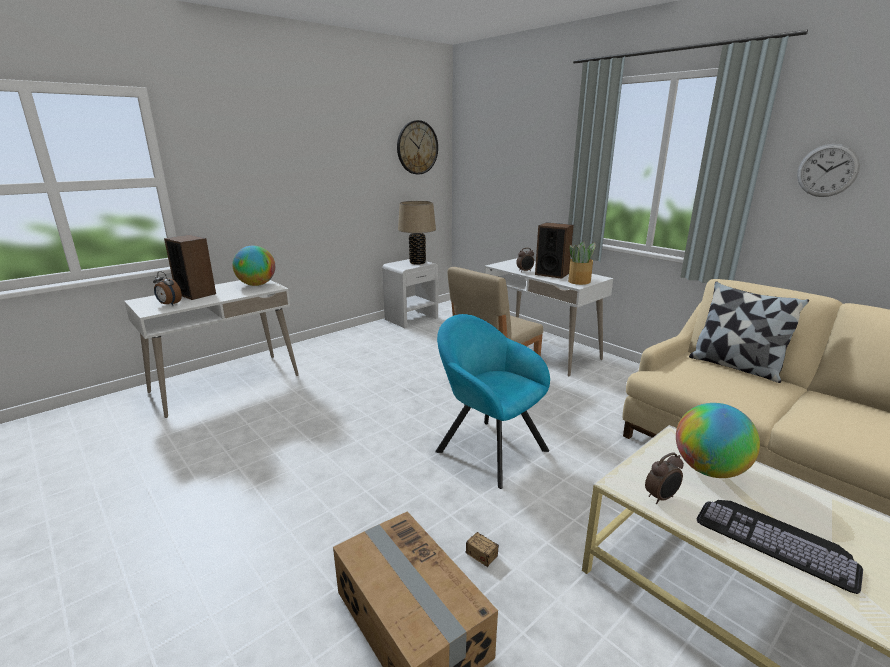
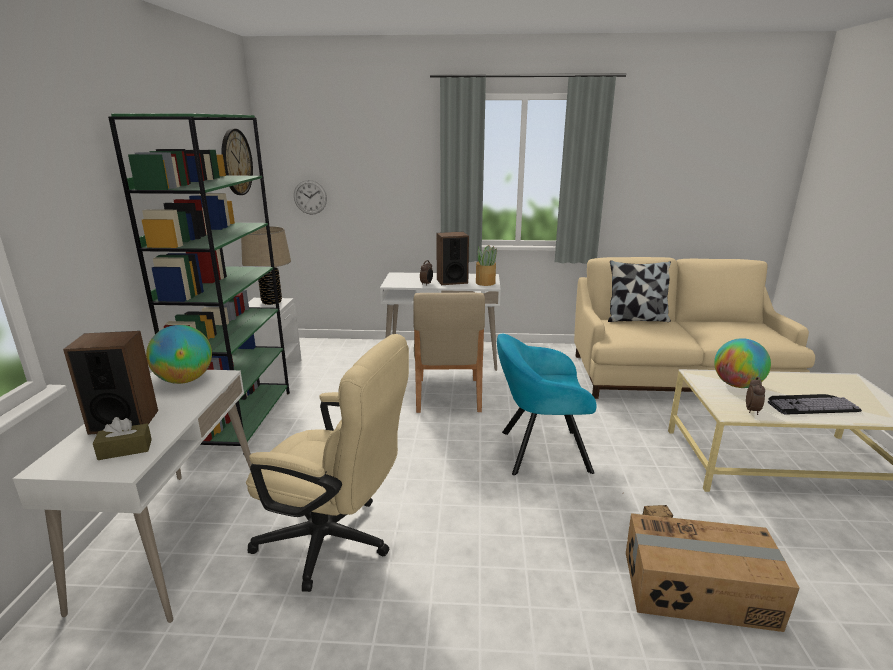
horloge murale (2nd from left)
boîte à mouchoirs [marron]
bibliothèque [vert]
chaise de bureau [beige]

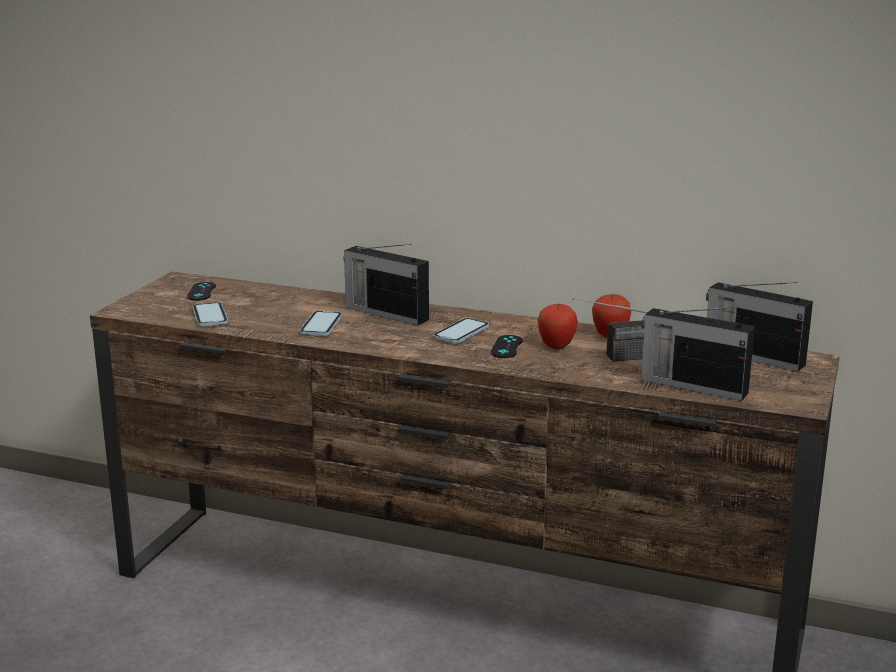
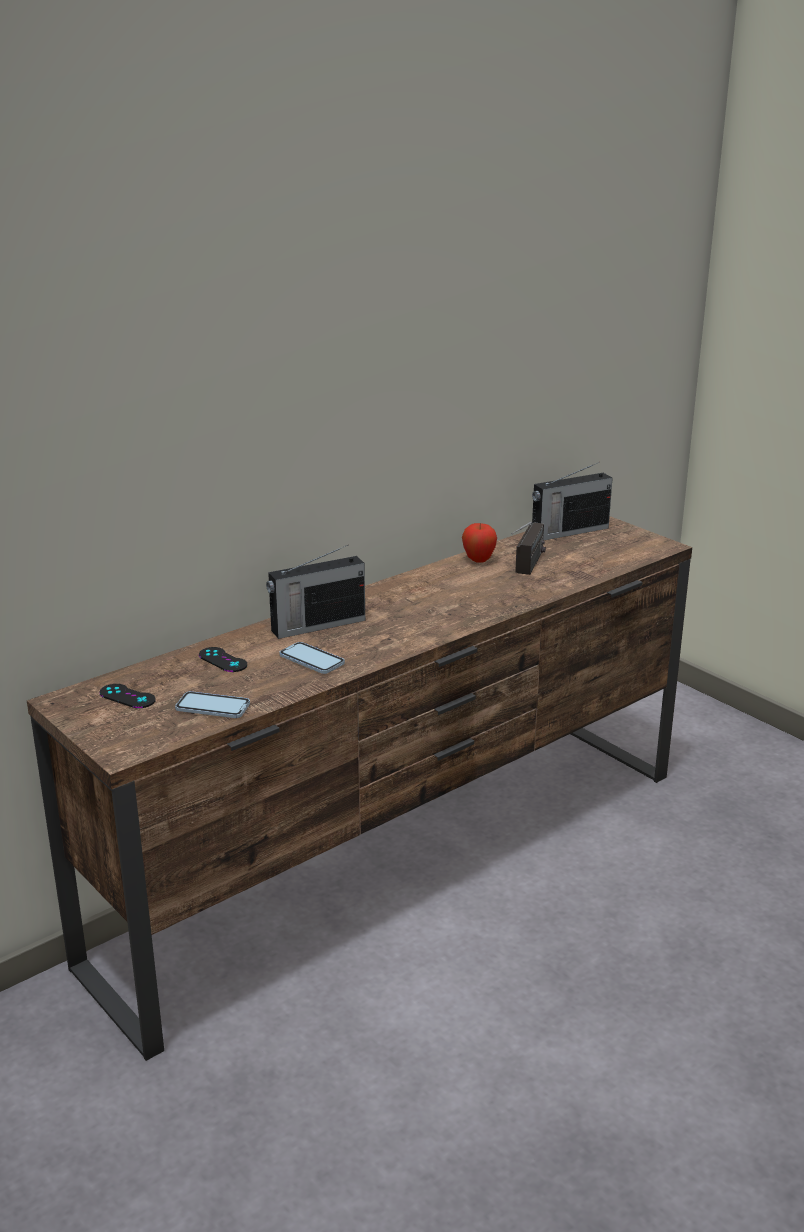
pomme (1st from left in the first image)
radio (3rd from left in the first image)
téléphone (3rd from left in the first image)
manette [noir] (2nd from left)

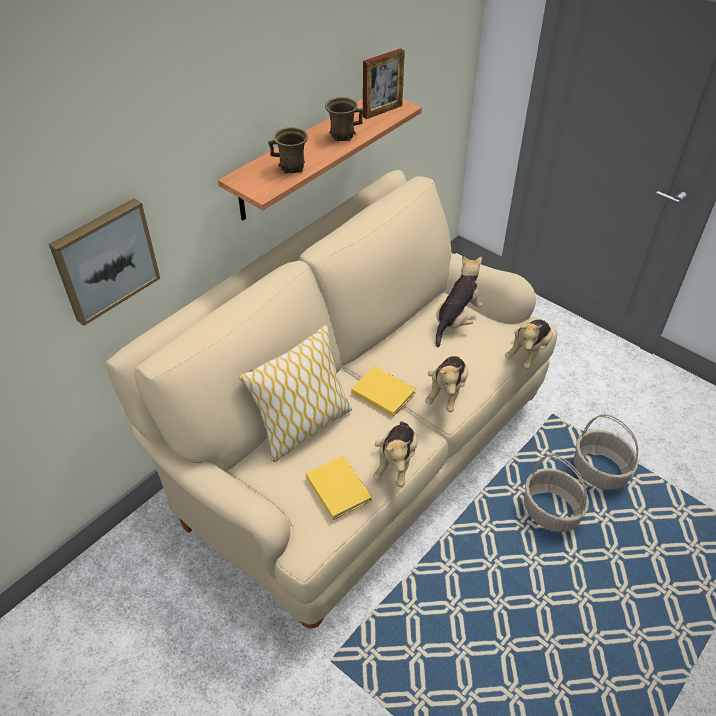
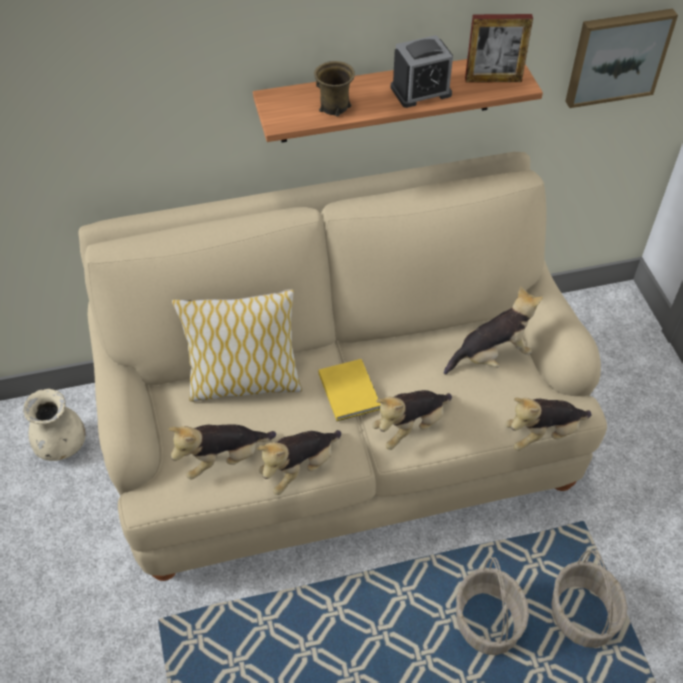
réveil
tableau
peluche (1st from left)
vase [beige]

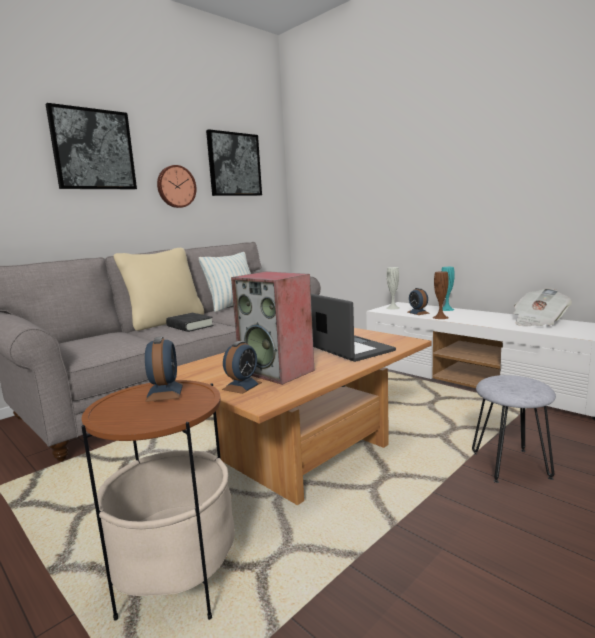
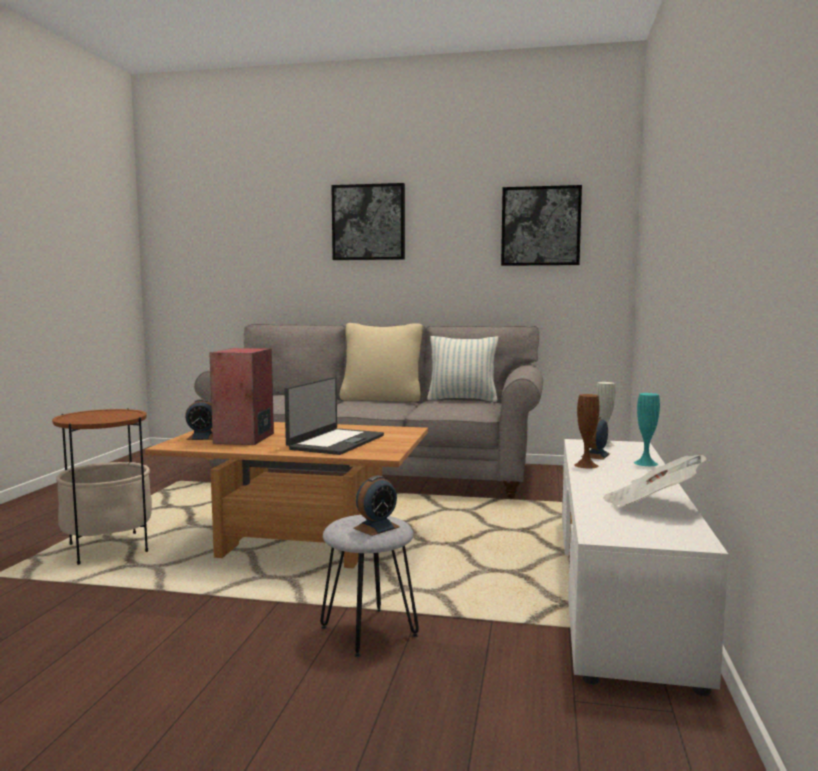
horloge murale
livre [noir]
réveil (2nd from left)

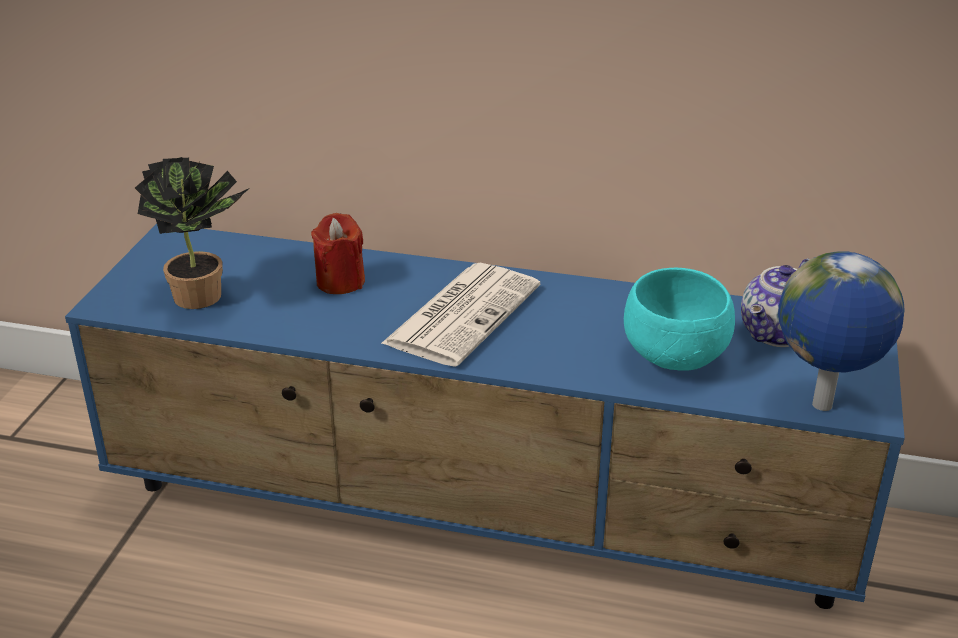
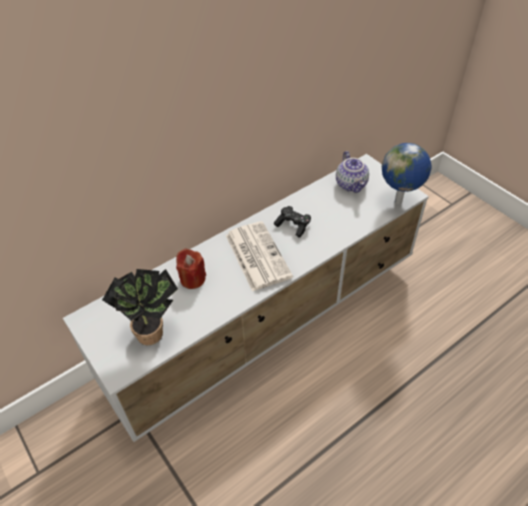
meuble télé [blanc]
bol [turquoise]
manette [noir]

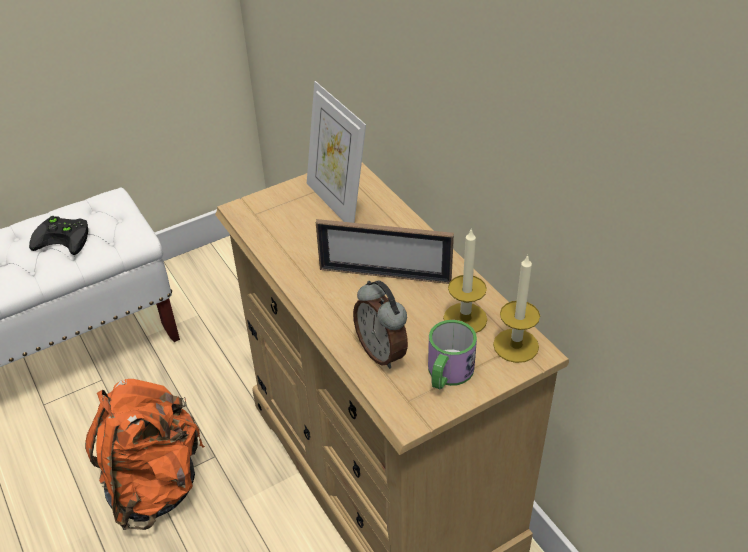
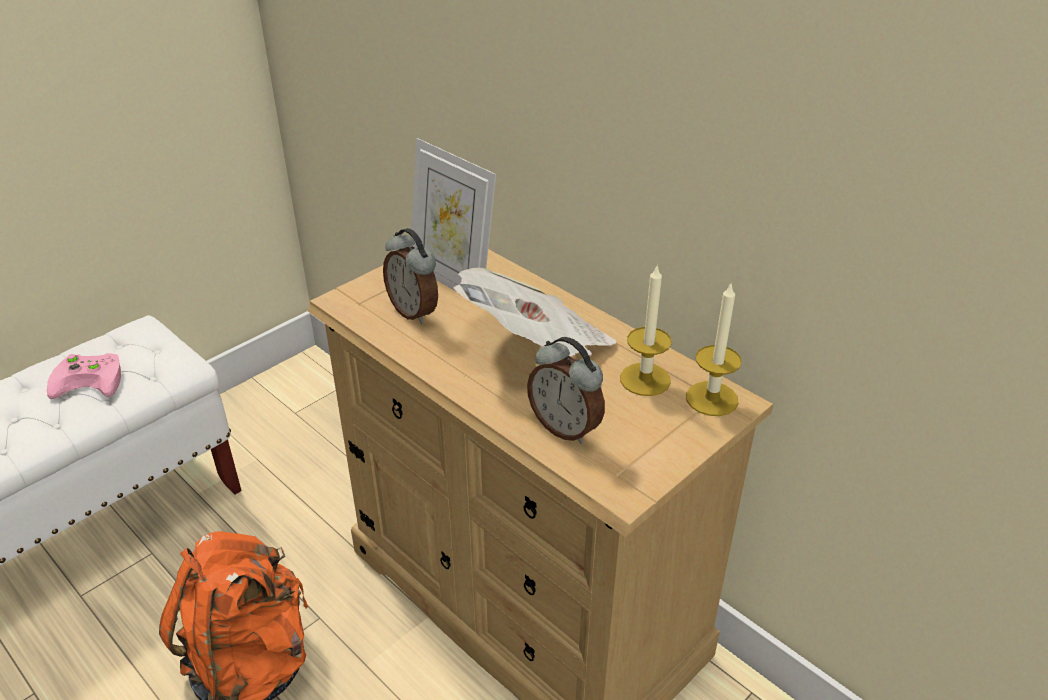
manette [rose]
journal
mug
réveil (1st from left)

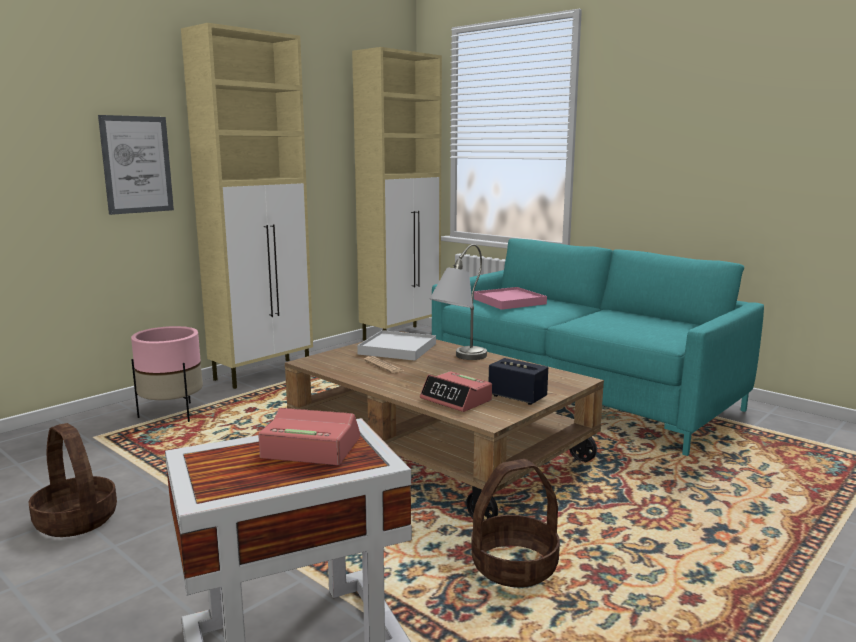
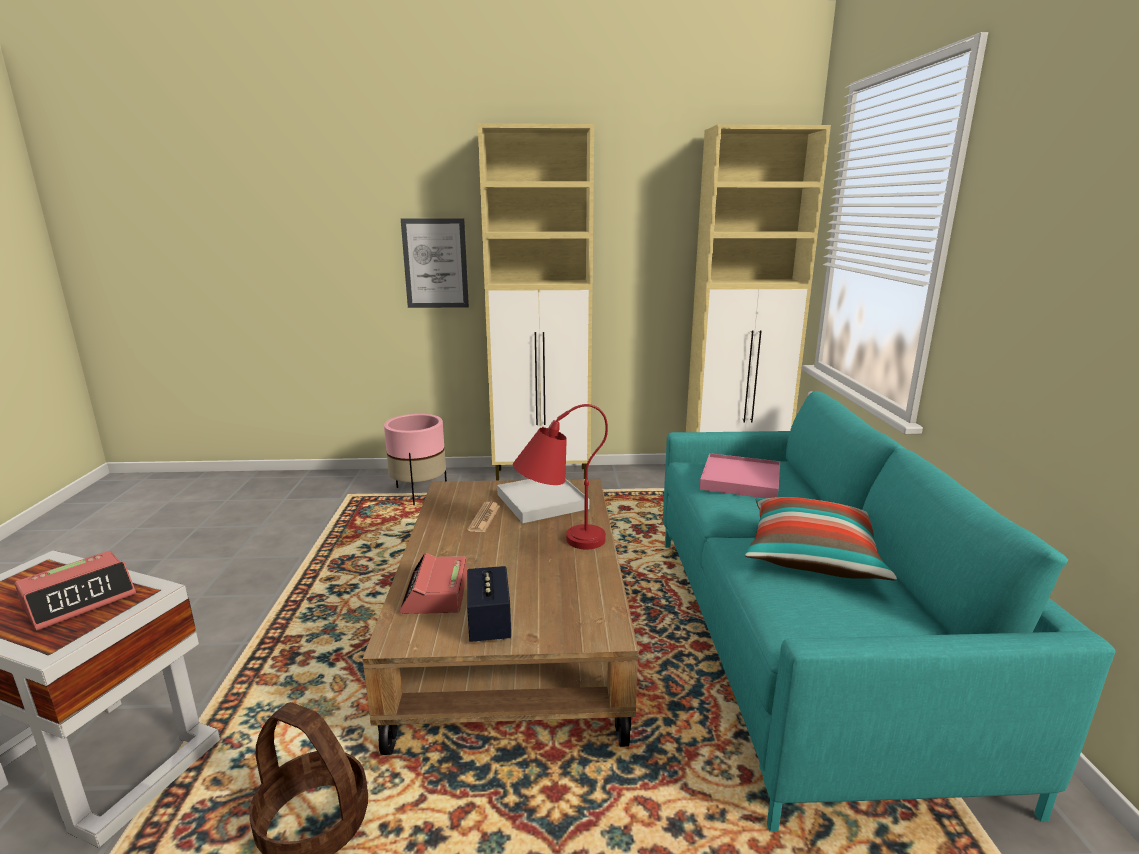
lampe de table [rouge]
réveil (1st from left)
panier (1st from left in the first image)
coussin

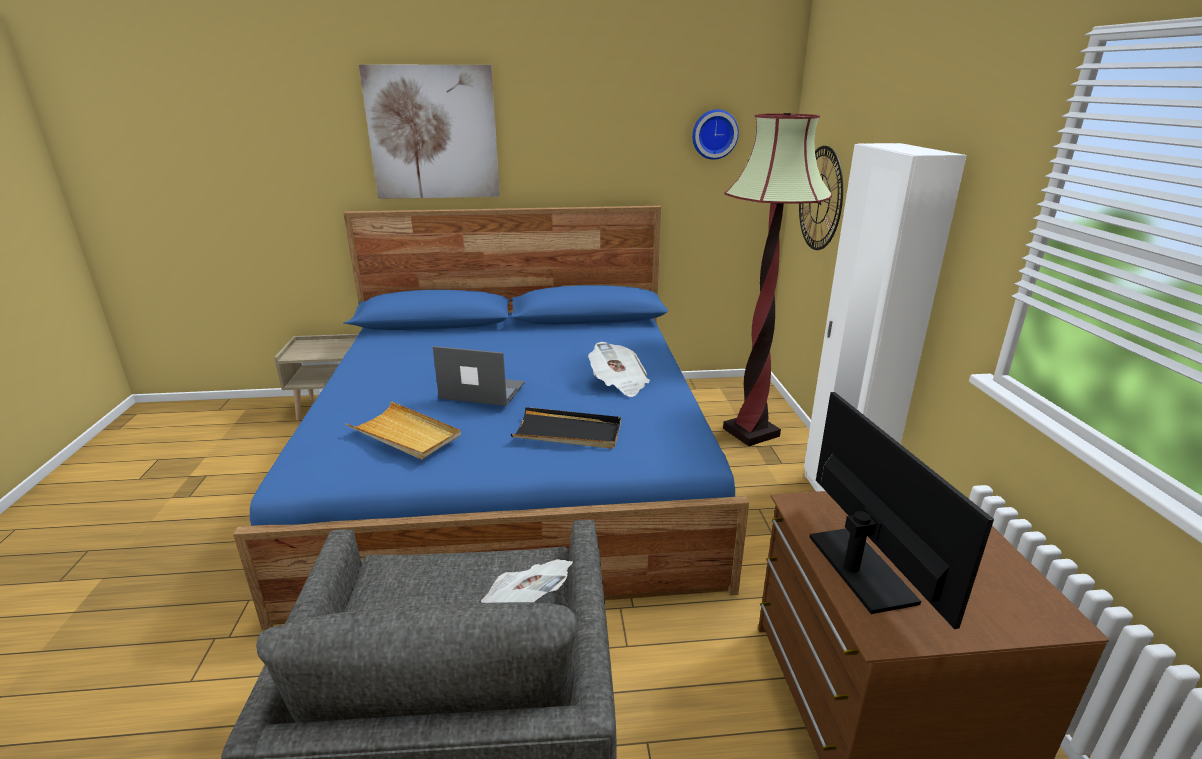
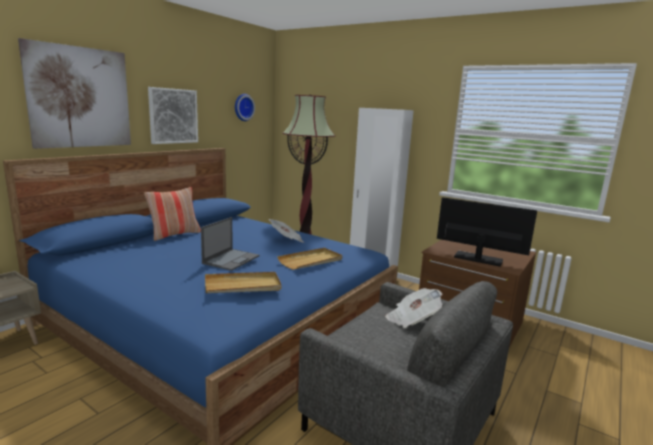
ordinateur portable
plateau [beige] (2nd from left)
tableau (2nd from left)
coussin

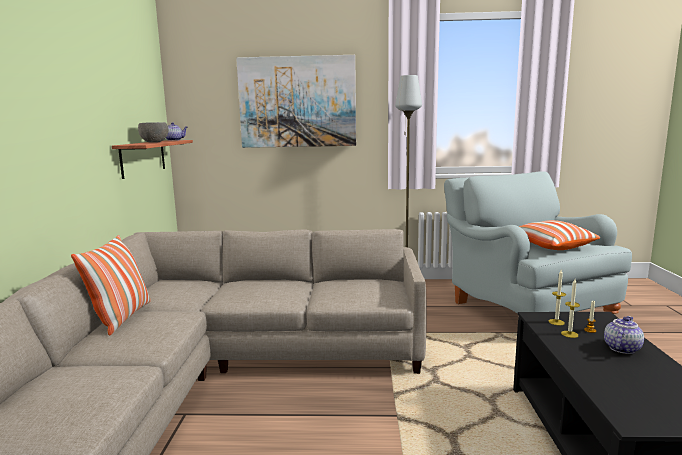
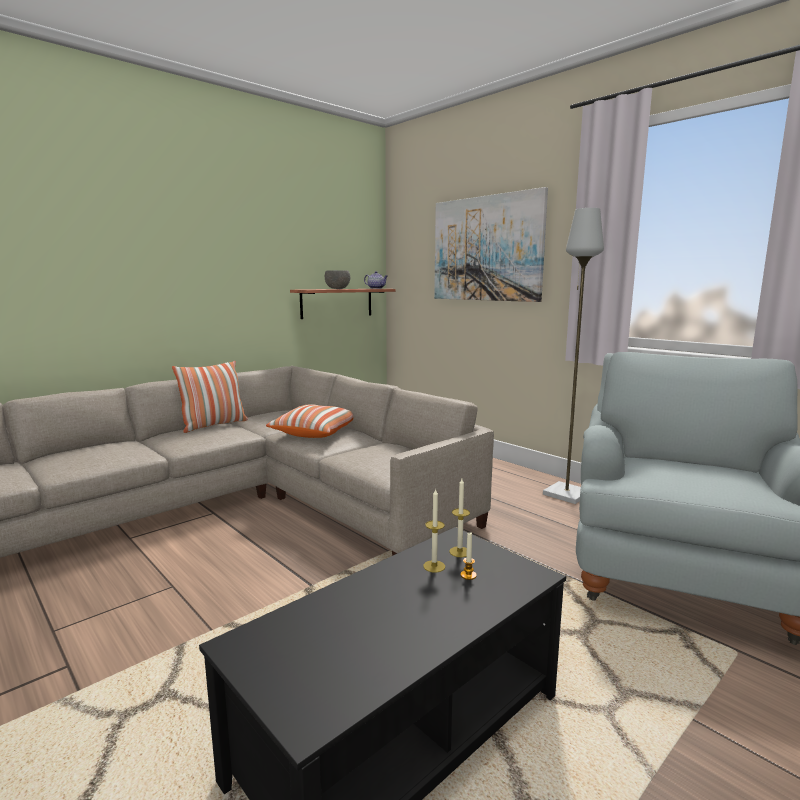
coussin (2nd from left)
théière (2nd from left in the first image)

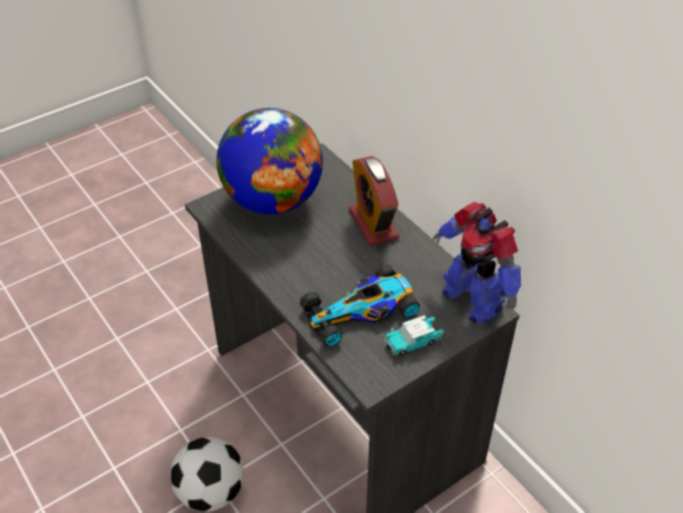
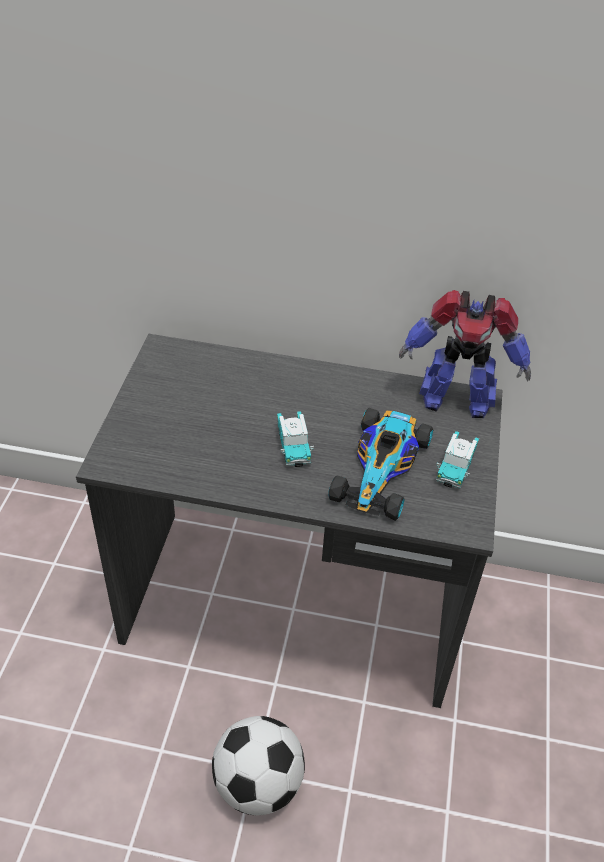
globe
réveil
petite voiture (1st from left)

